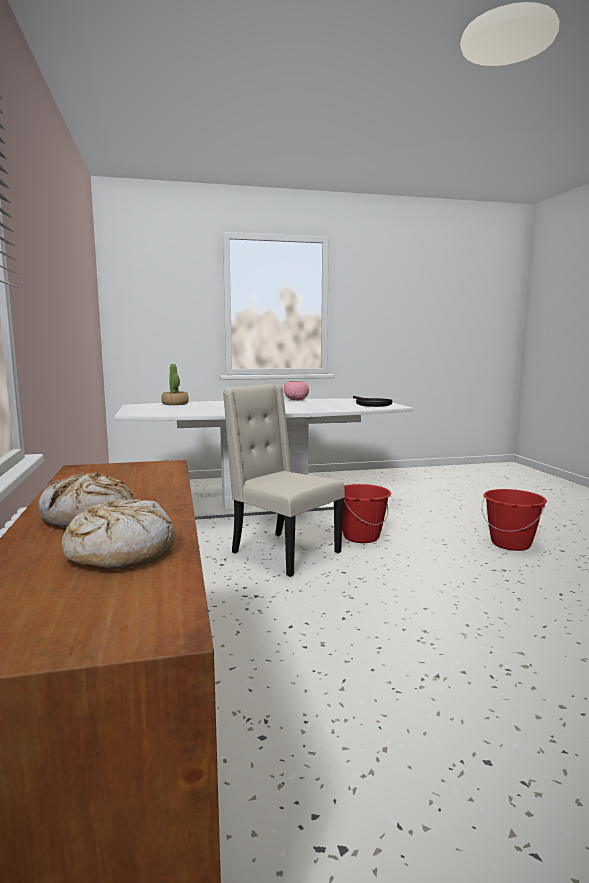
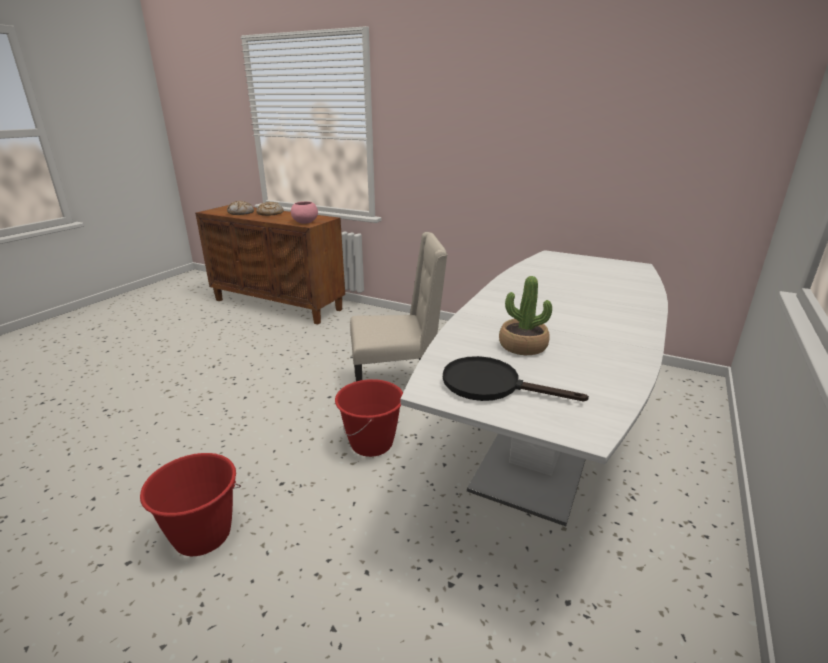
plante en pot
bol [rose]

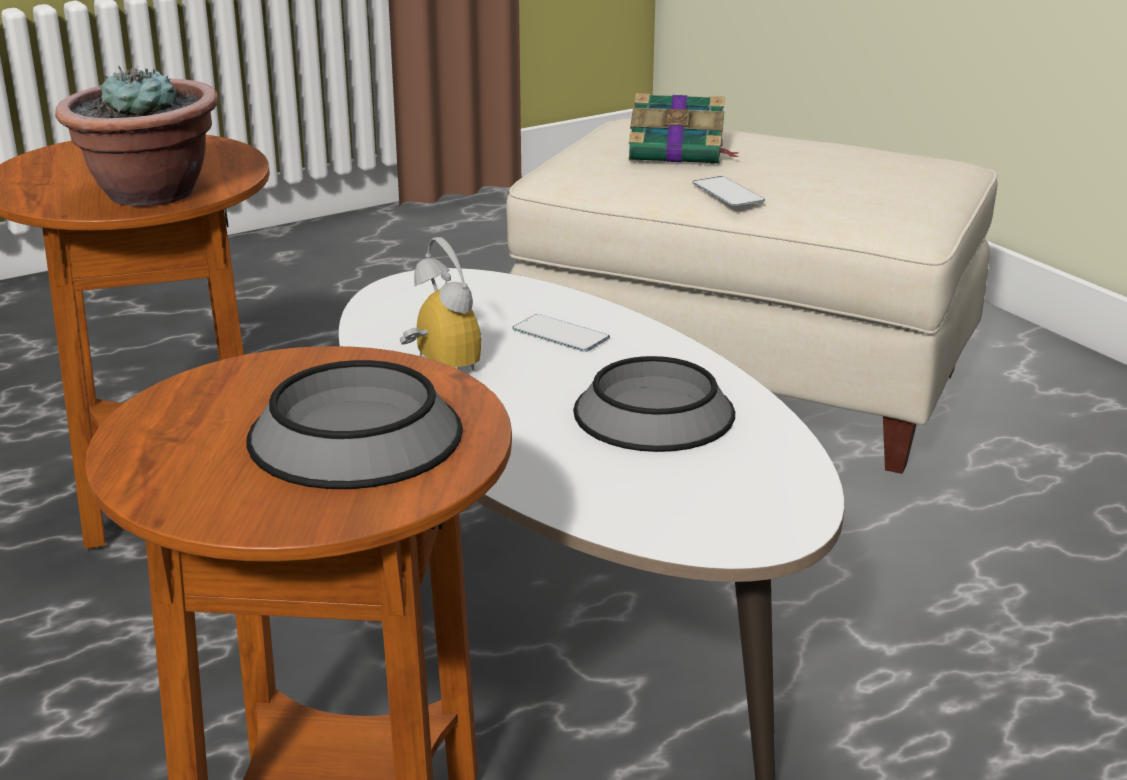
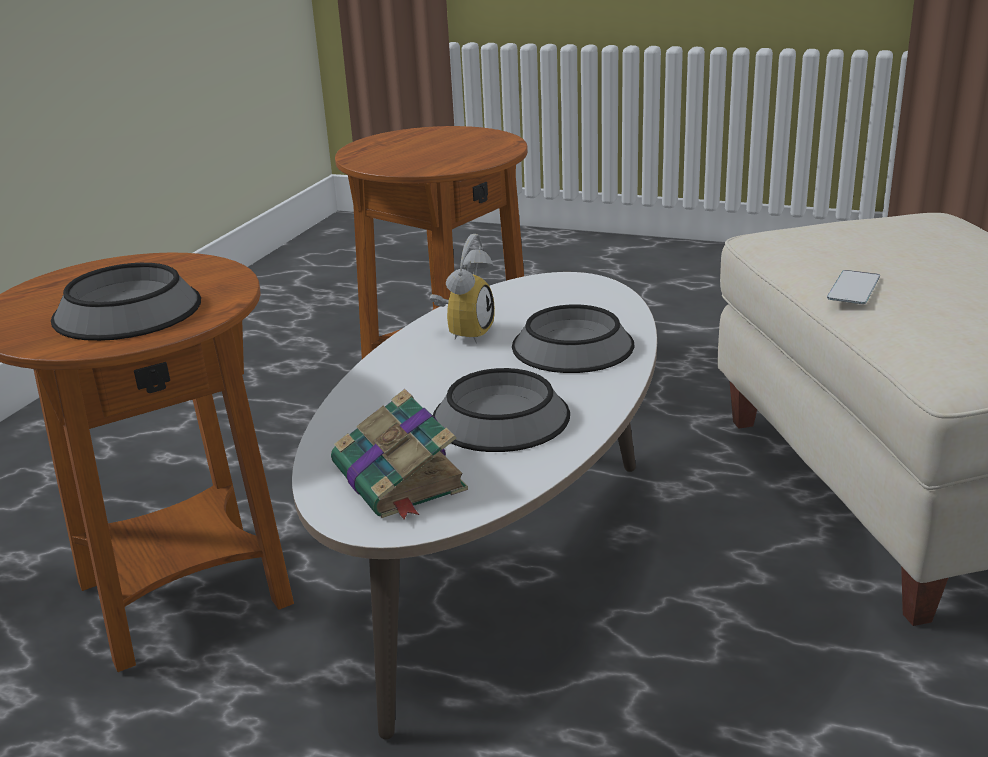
plante en pot
livre
bol (3rd from left)

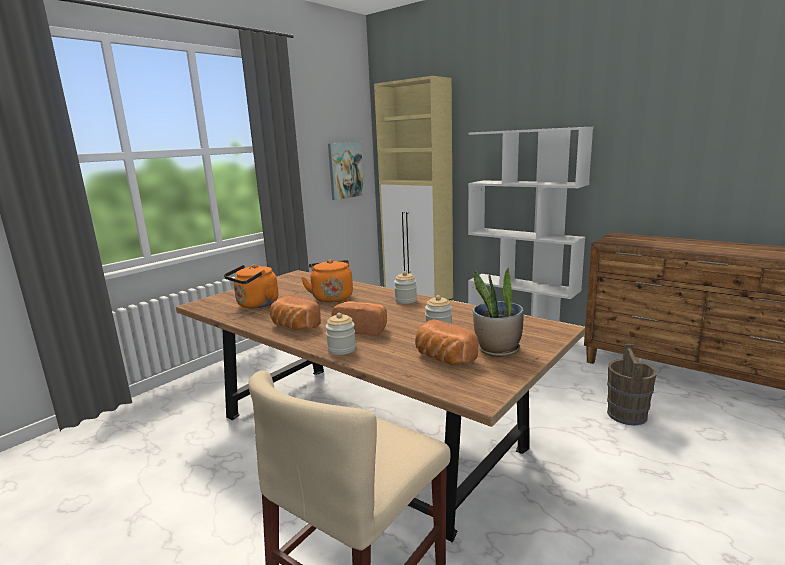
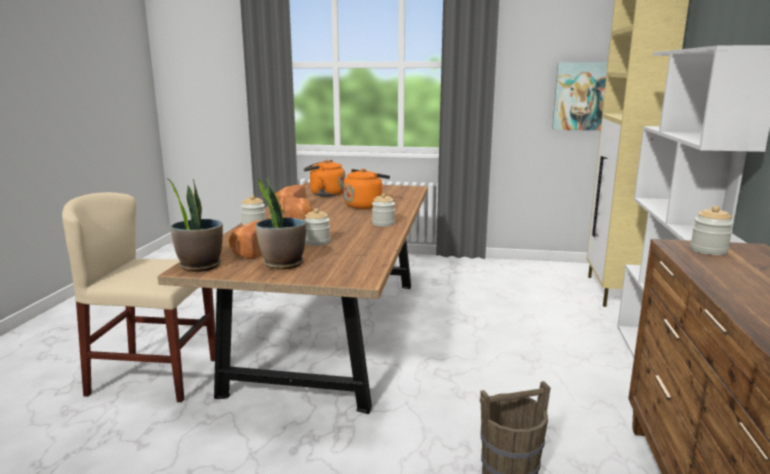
plante en pot (1st from left)
bocal (4th from left)

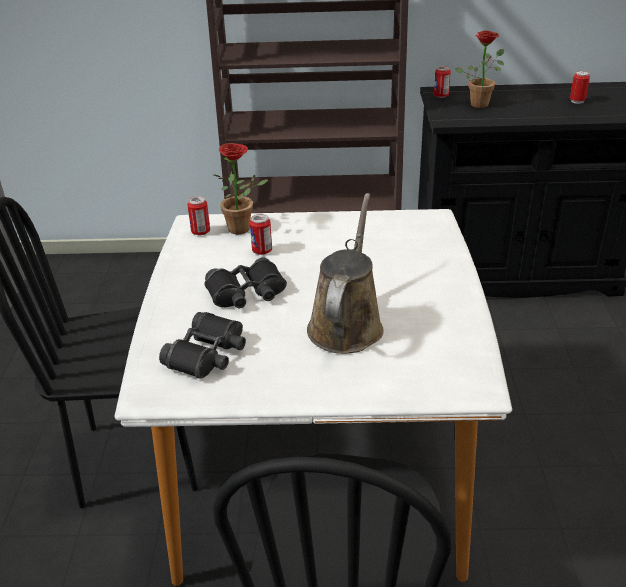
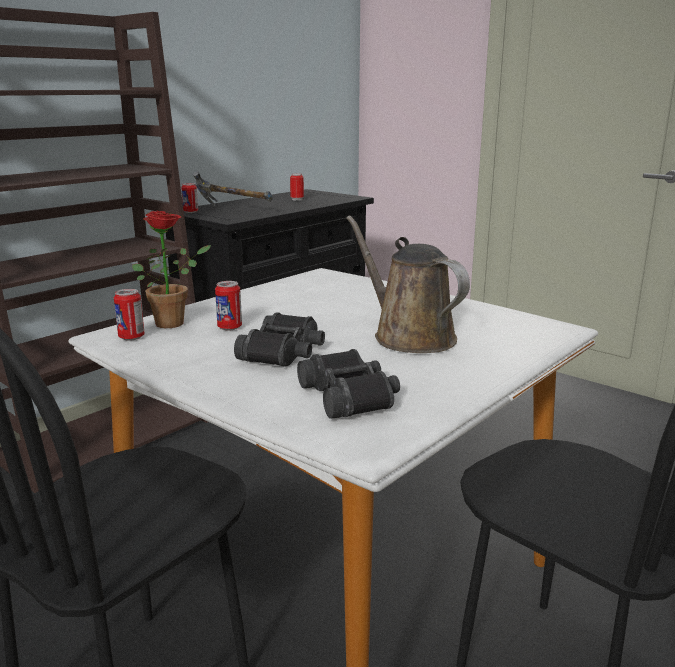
marteau

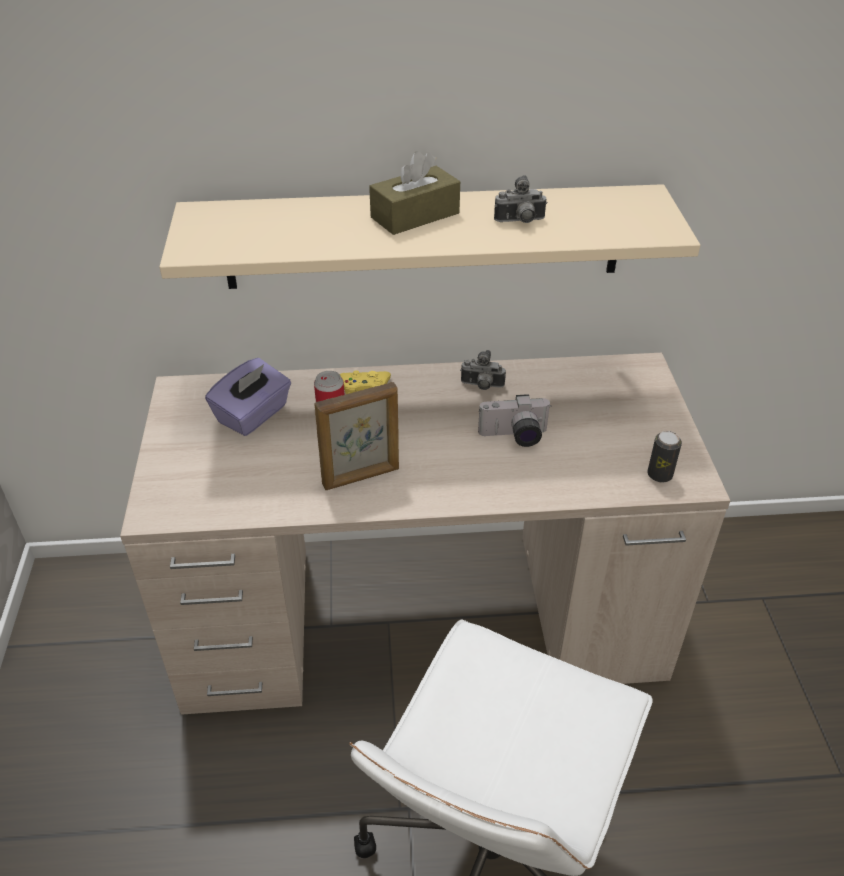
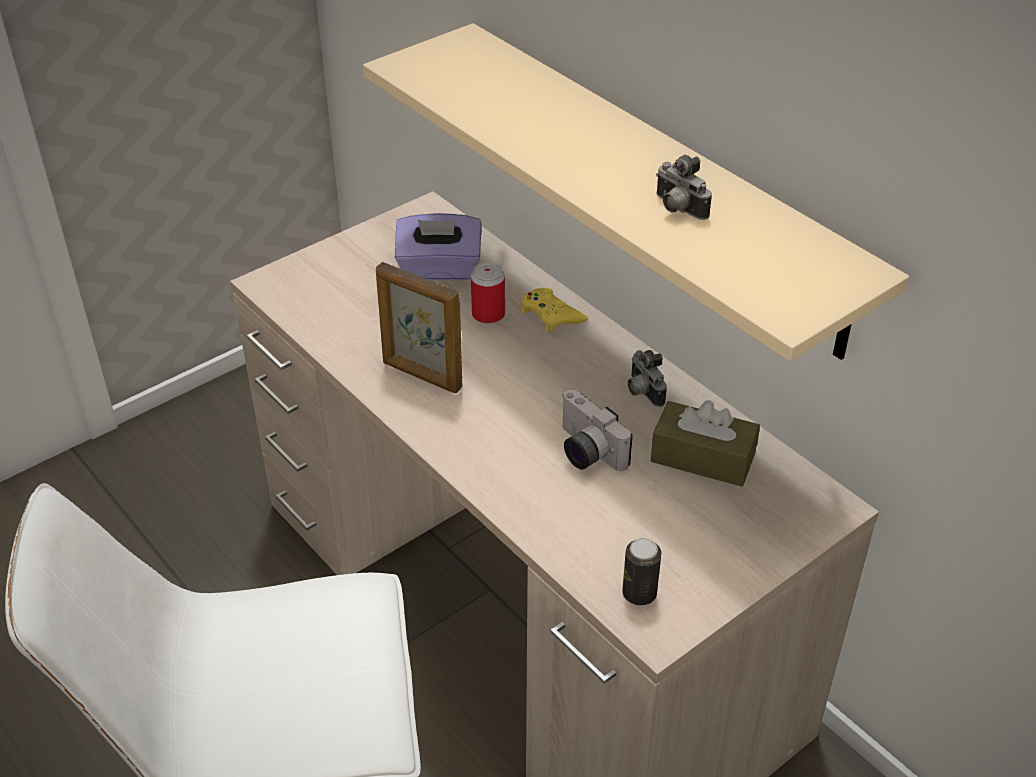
boîte à mouchoirs [marron]

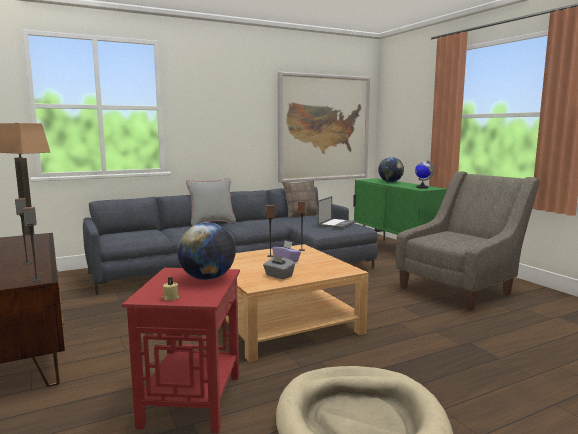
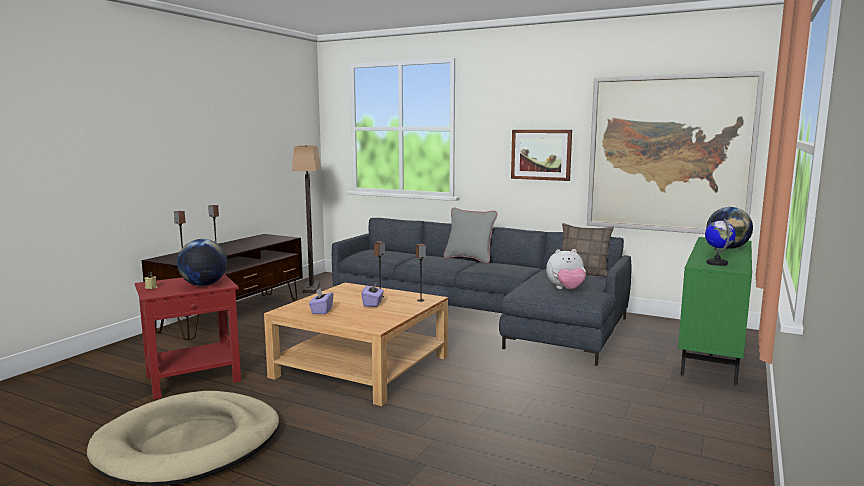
fauteuil [gris]
peluche
boîte à mouchoirs [violet] (1st from left)
tableau (1st from left)

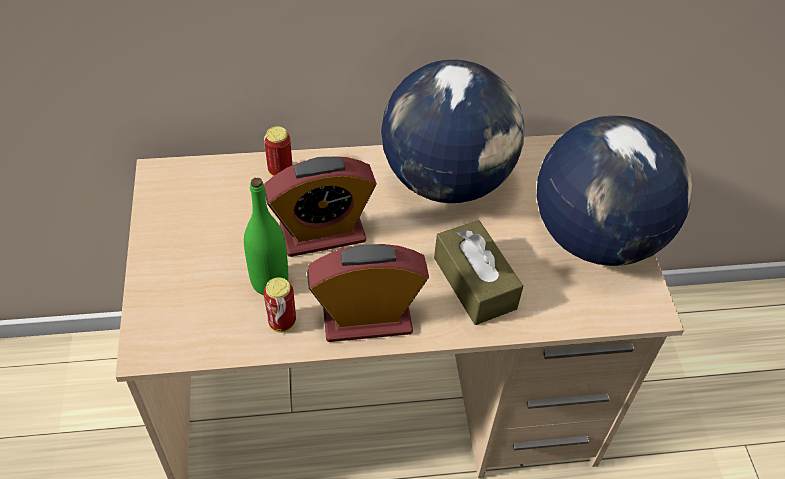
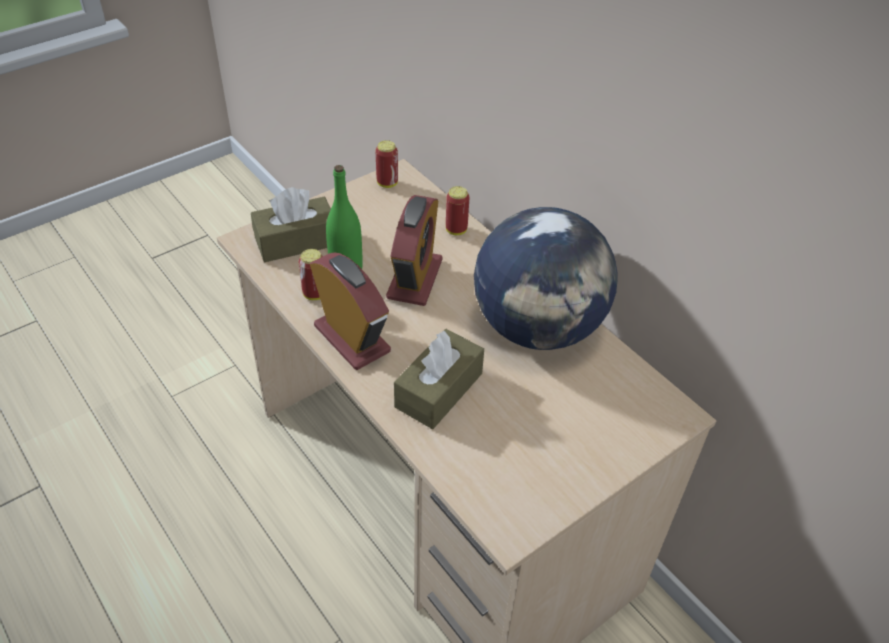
globe (2nd from left in the first image)
réveil (2nd from left)
boîte métallique (2nd from left)
boîte à mouchoirs [marron] (1st from left)

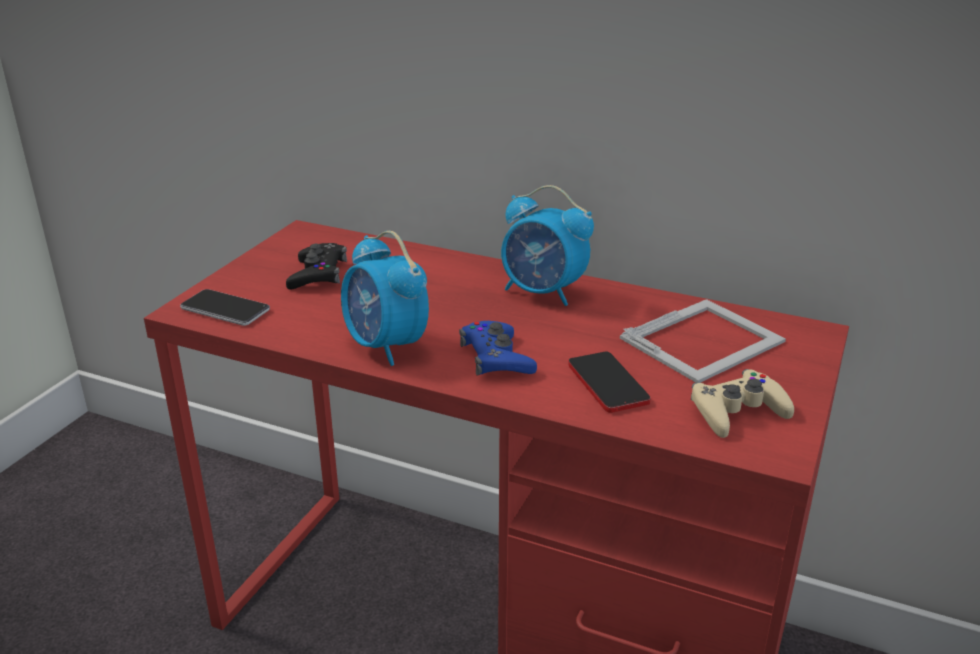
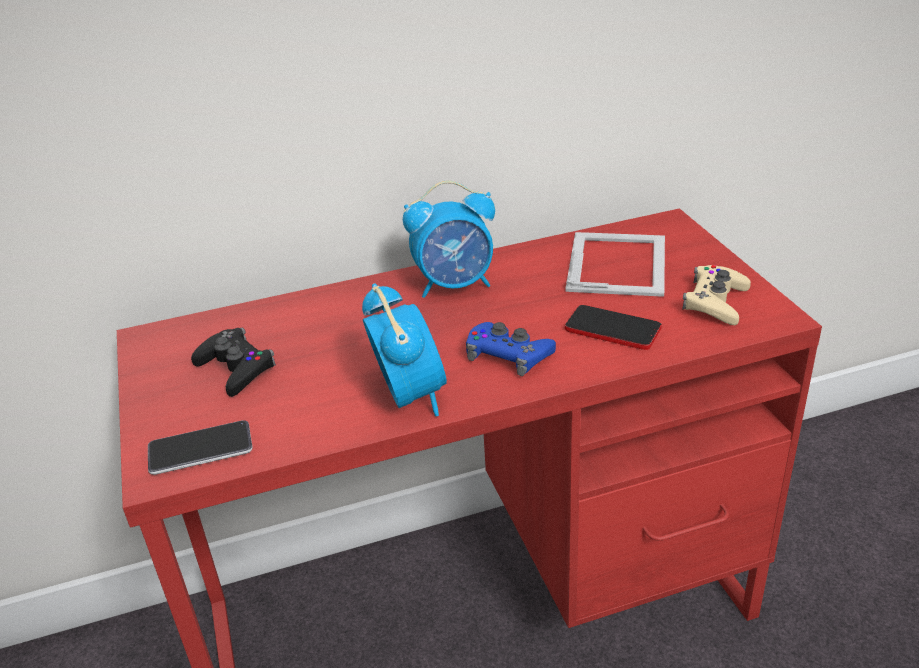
réveil (1st from left)

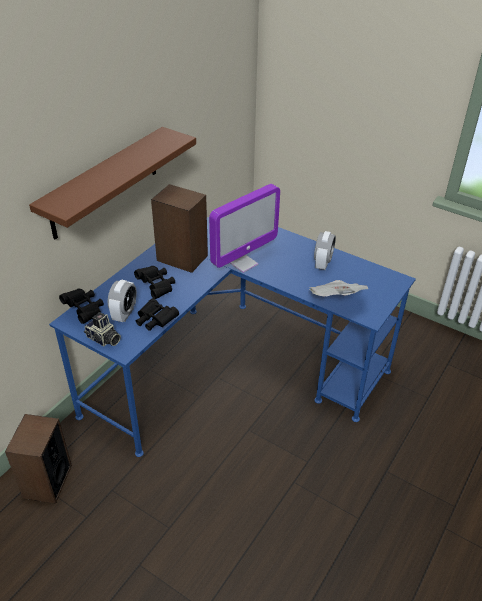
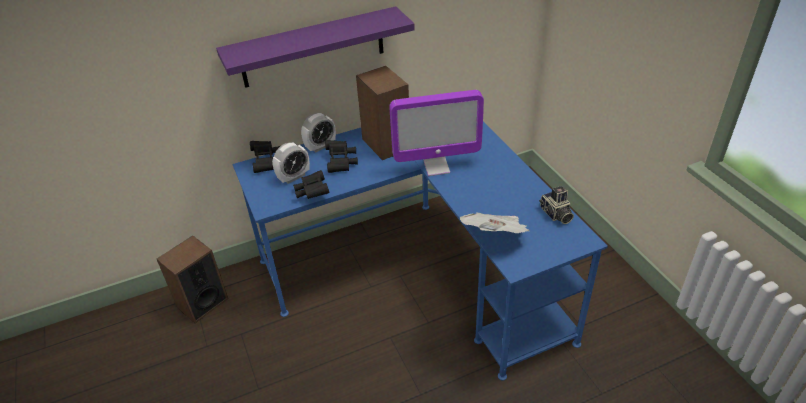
étagère [violet]
réveil (2nd from left)
appareil photo

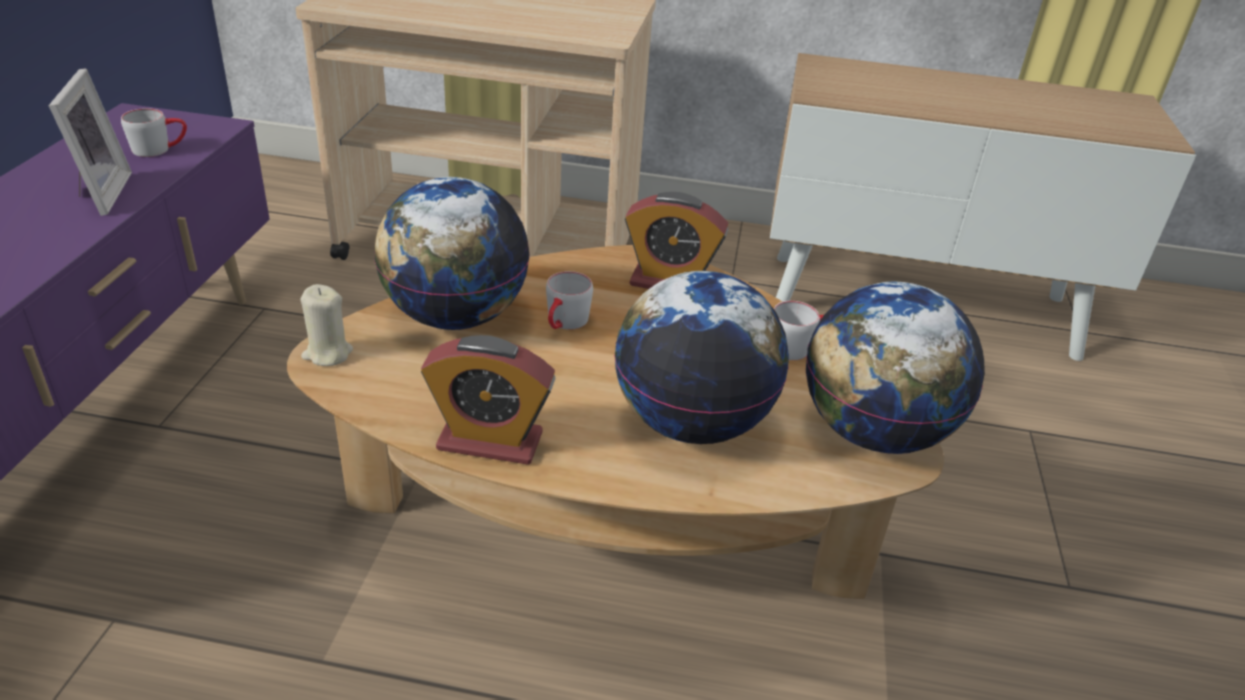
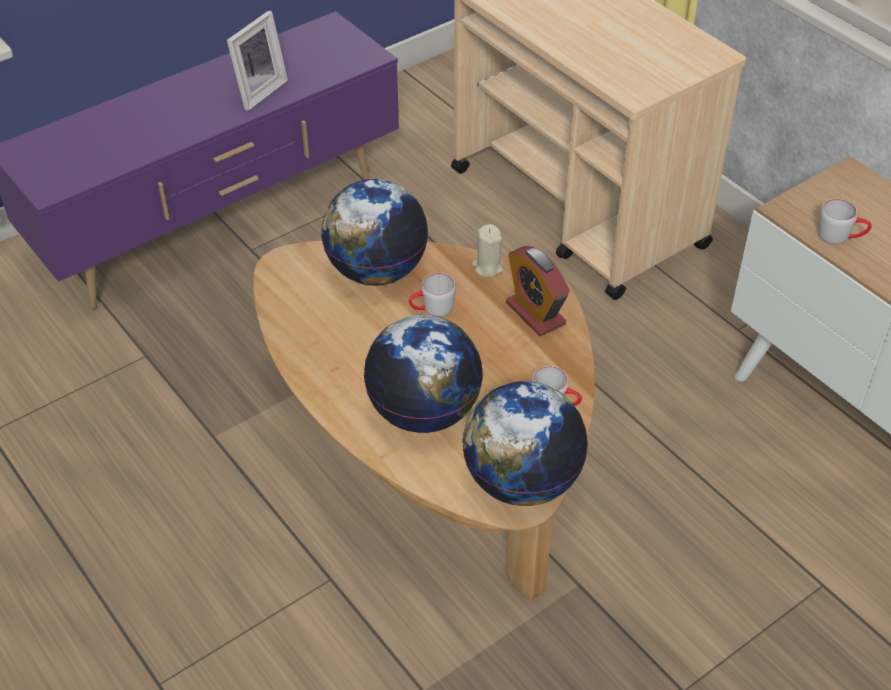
mug [gris] (3rd from left)
bougie [beige]
réveil (1st from left in the first image)

